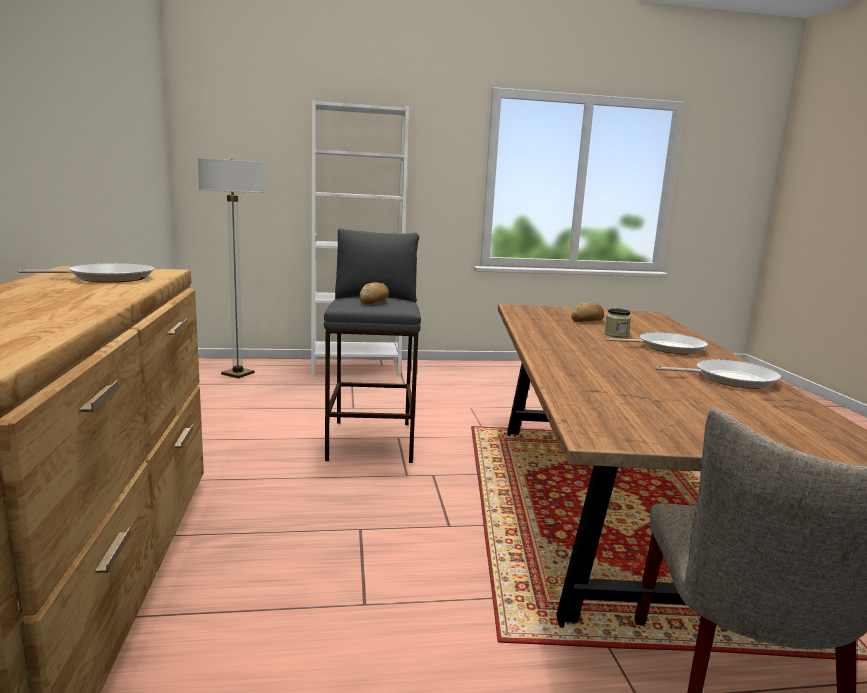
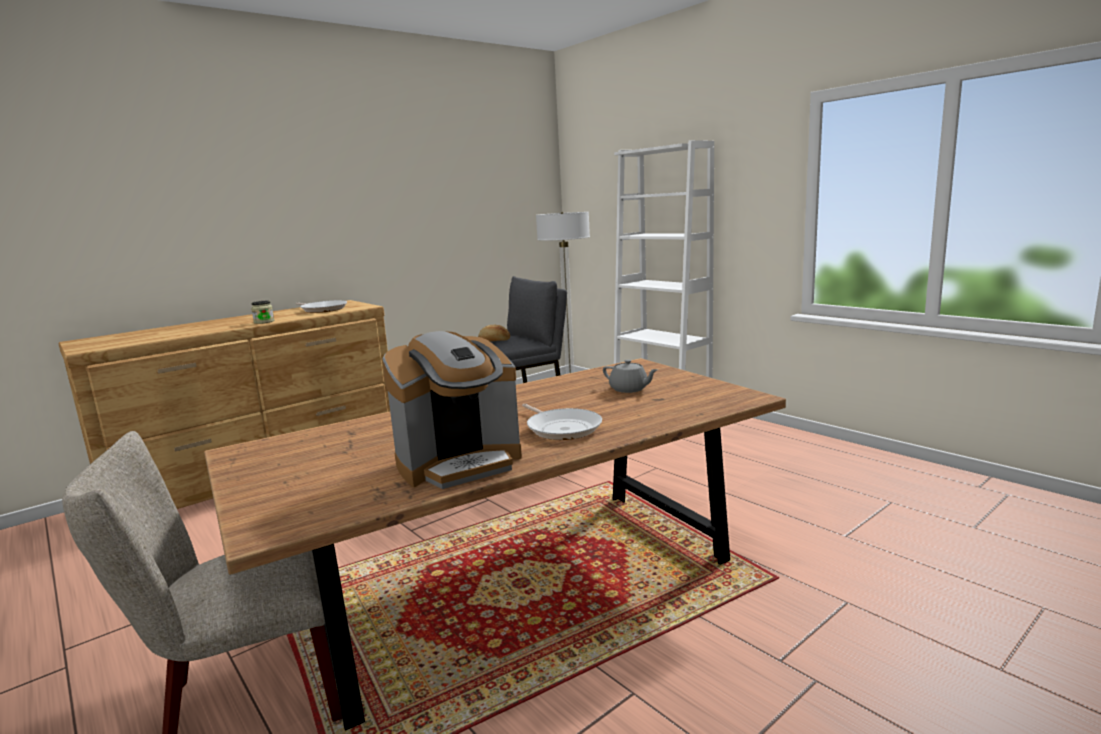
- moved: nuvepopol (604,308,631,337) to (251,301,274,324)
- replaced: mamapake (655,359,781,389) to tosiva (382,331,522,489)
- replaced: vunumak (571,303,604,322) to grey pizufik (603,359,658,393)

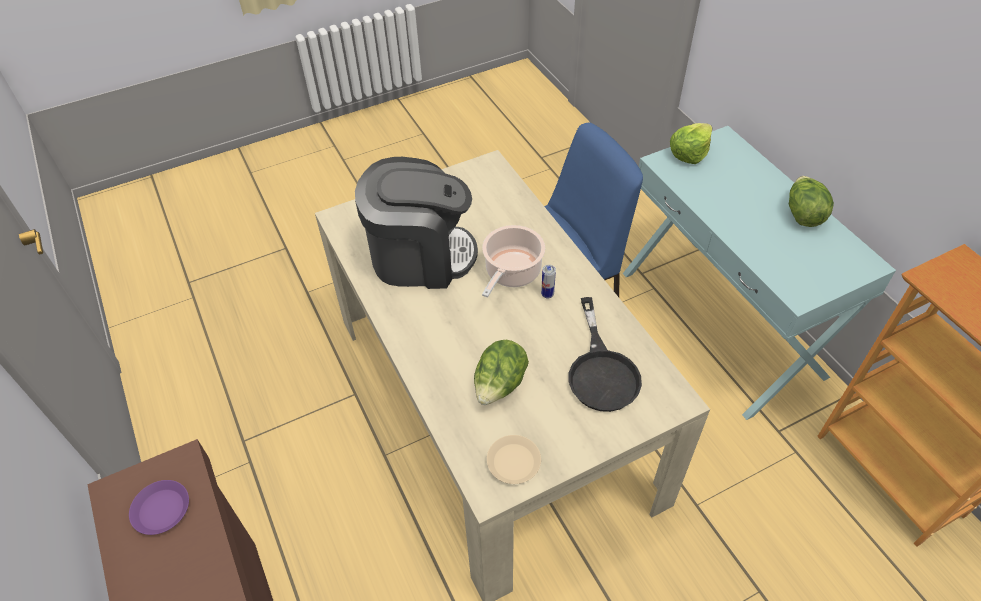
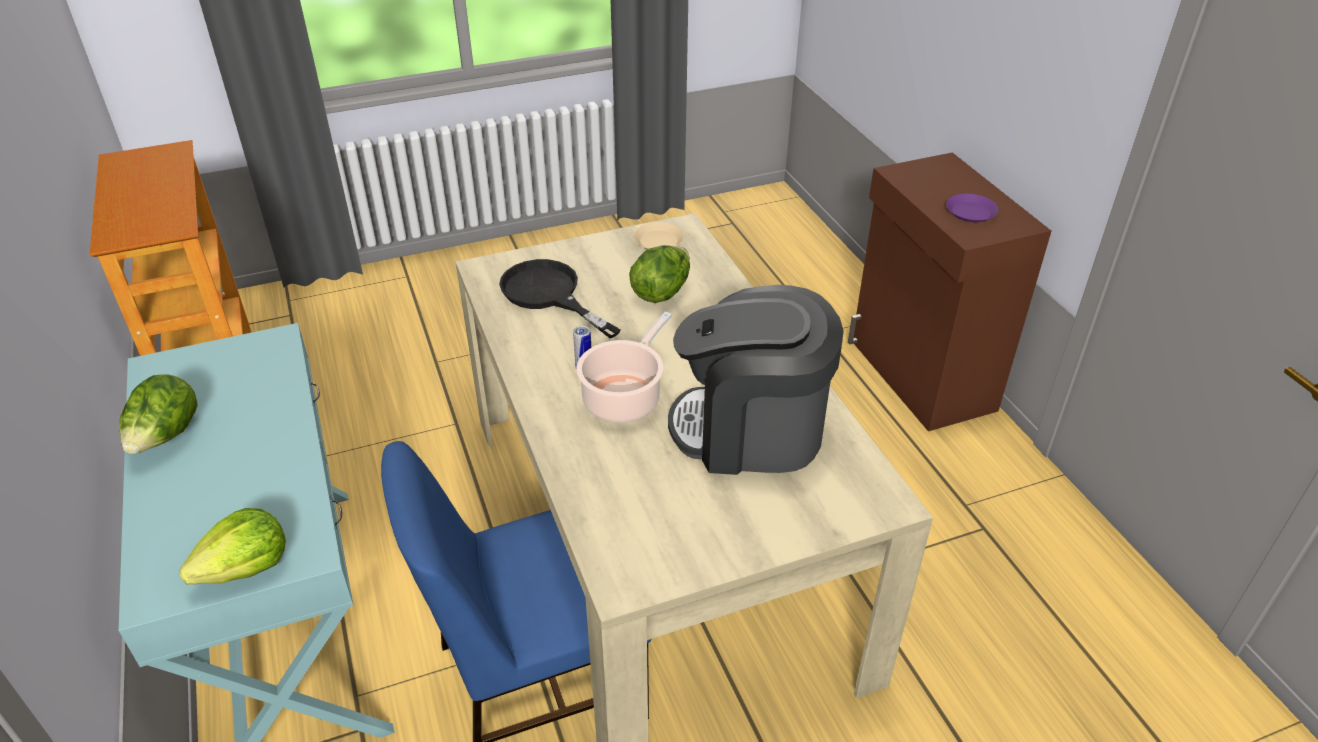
- turned: black mamapake (569,297,642,412) = (499,259,621,338) 45 degrees counterclockwise

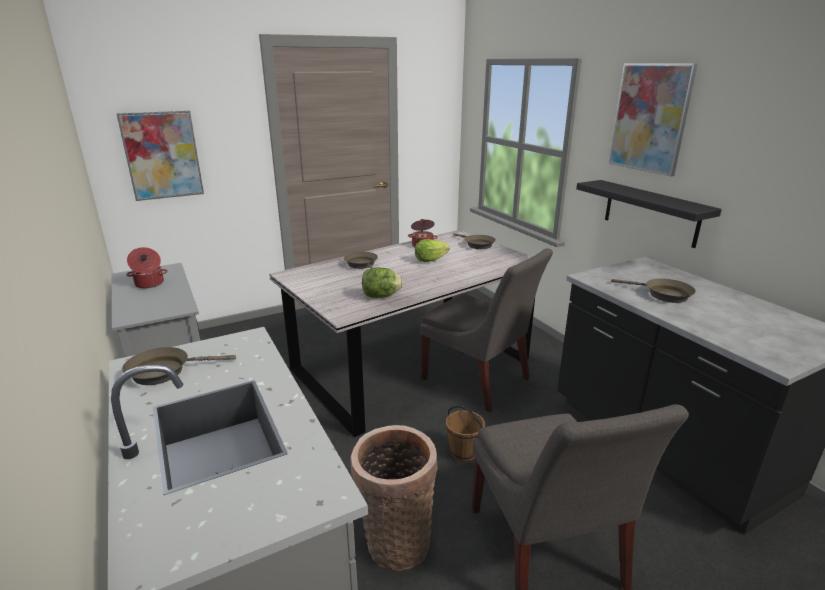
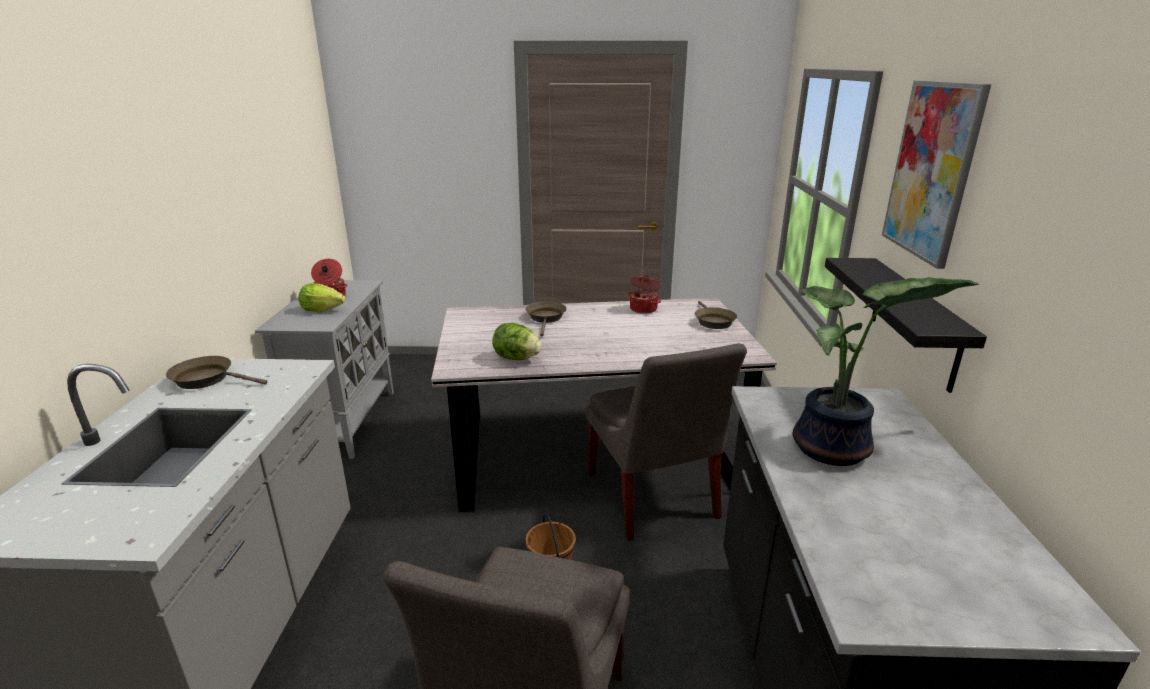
- moved: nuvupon (415,239,450,262) to (299,283,345,312)
- replaced: brown mamapake (611,279,696,303) to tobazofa (793,277,979,466)
- removed: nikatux (116,111,204,201)
- removed: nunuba (350,425,438,571)

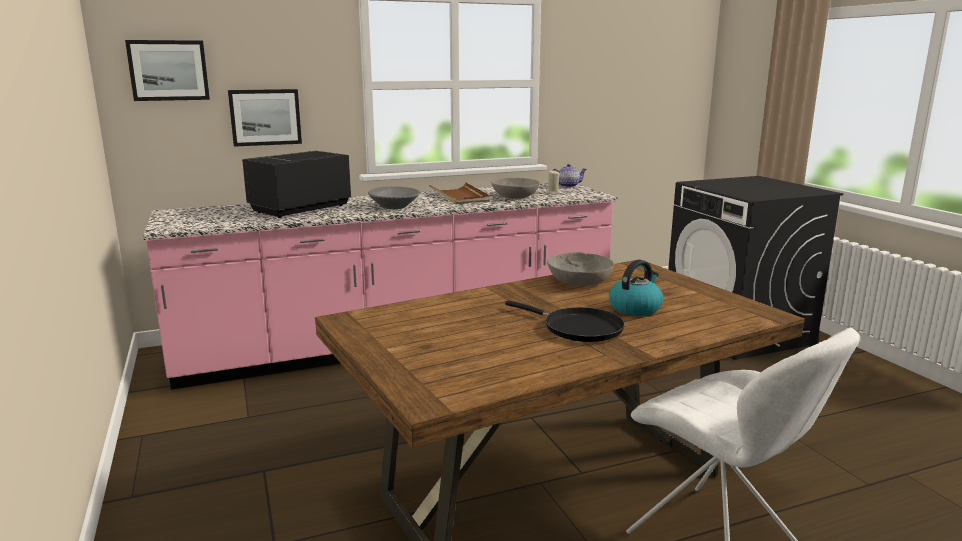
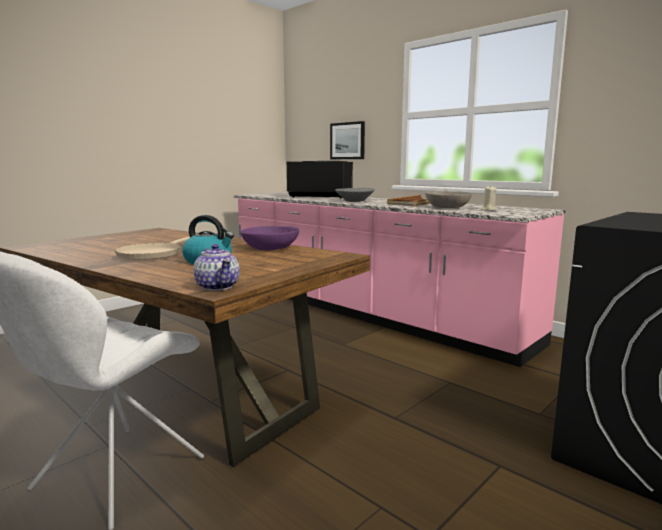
- recoloured: black mamapake (505,300,625,342) to beige mamapake (115,237,190,260)
- moved: pizufik (552,164,587,187) to (193,244,240,291)
- recoloured: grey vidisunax (547,252,614,286) to purple vidisunax (240,226,299,250)
- removed: nikatux (125,40,210,101)

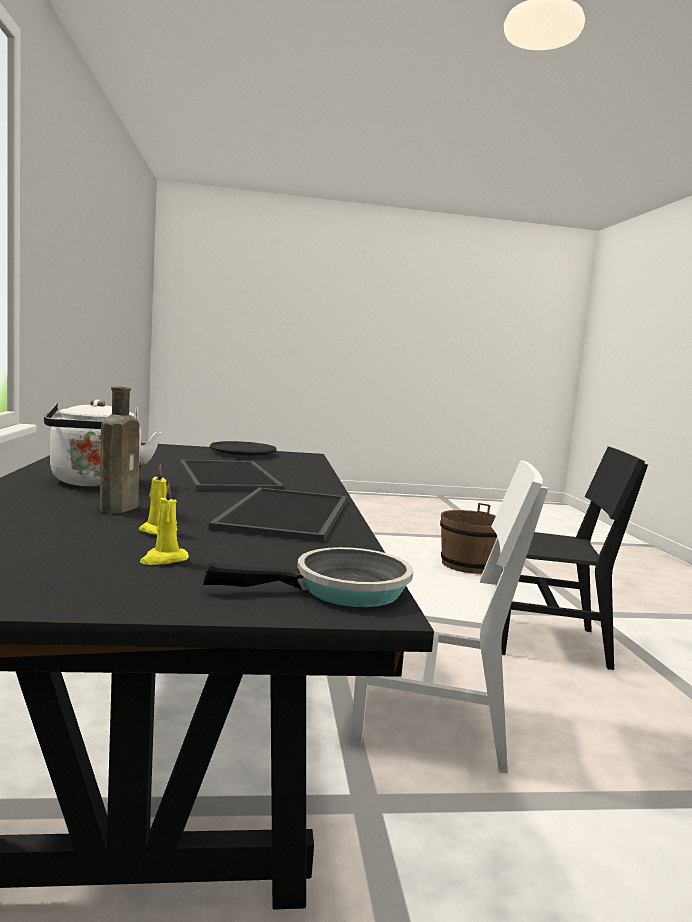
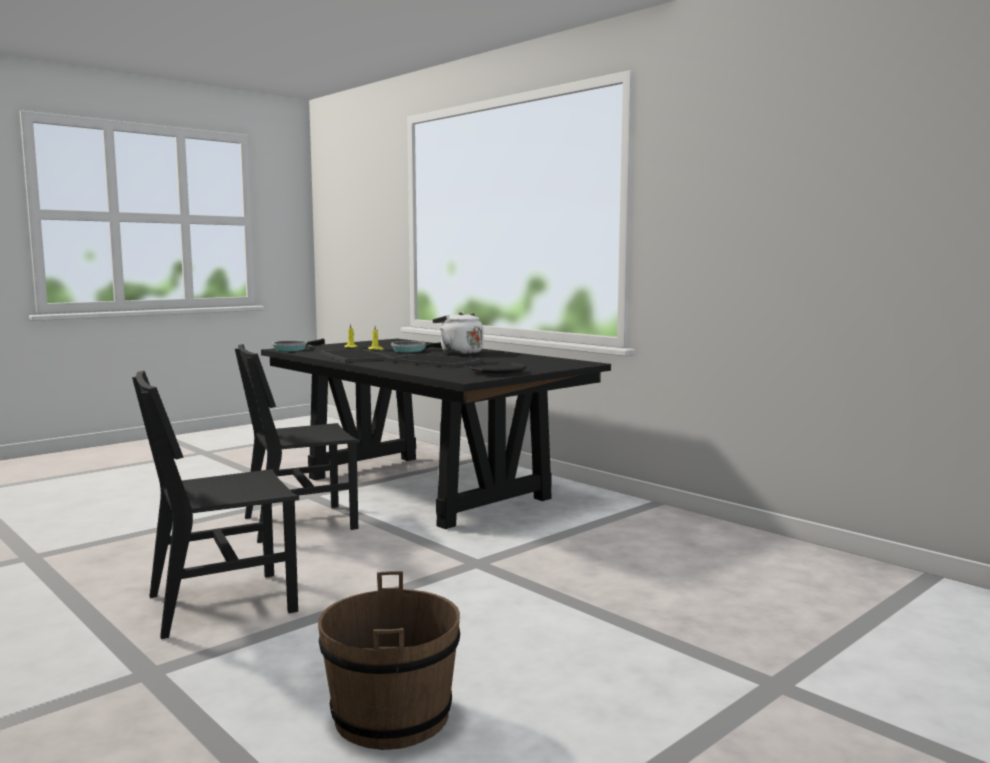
- recoloured: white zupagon (350,460,548,774) to black zupagon (235,344,360,543)
- replaced: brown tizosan (100,387,140,513) to mamapake (391,341,442,352)

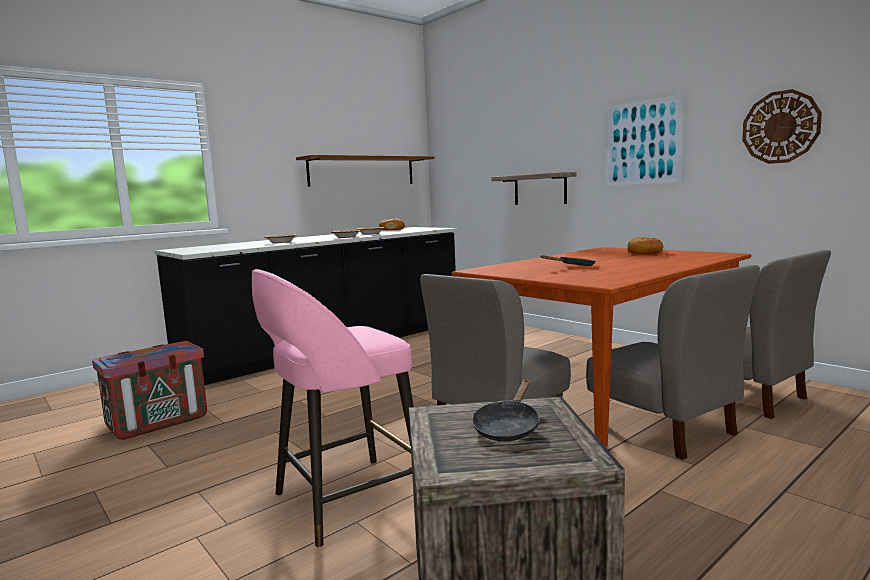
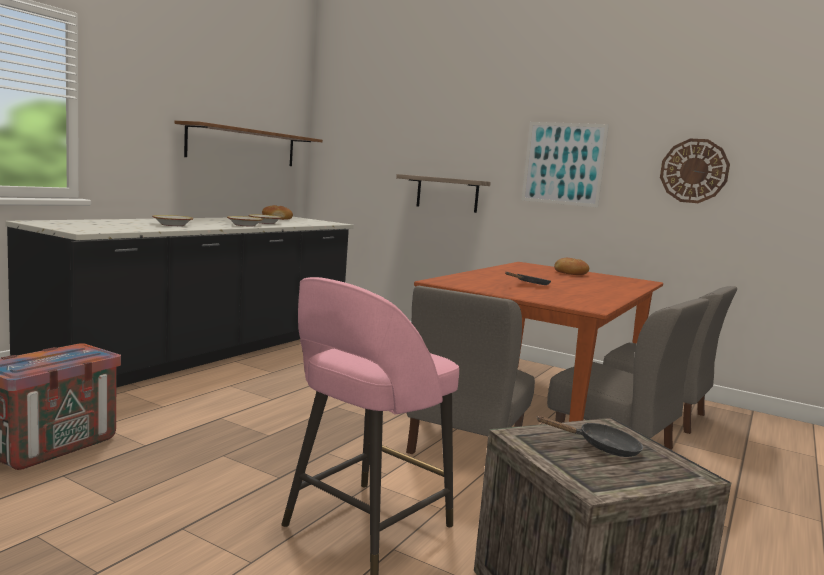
- turned: black mamapake (472,379,540,441) = (536,416,643,457) 90 degrees counterclockwise

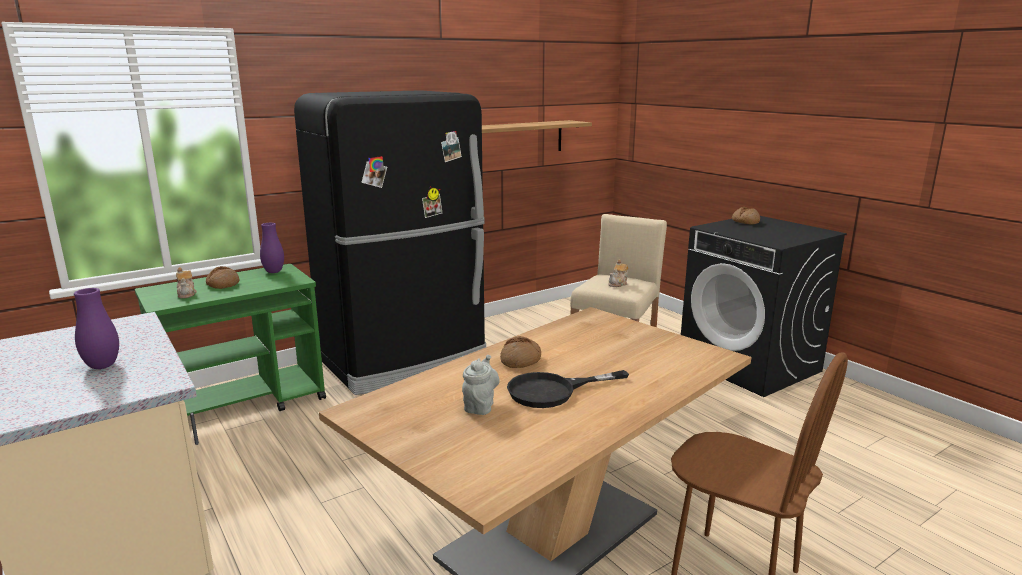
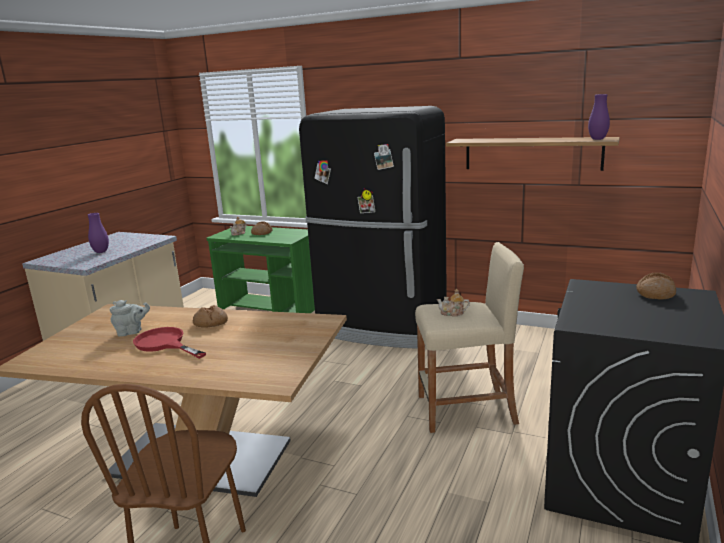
- recoloured: black mamapake (507,370,629,408) to red mamapake (133,327,206,359)
- moved: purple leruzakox (260,223,284,273) to (588,94,610,140)

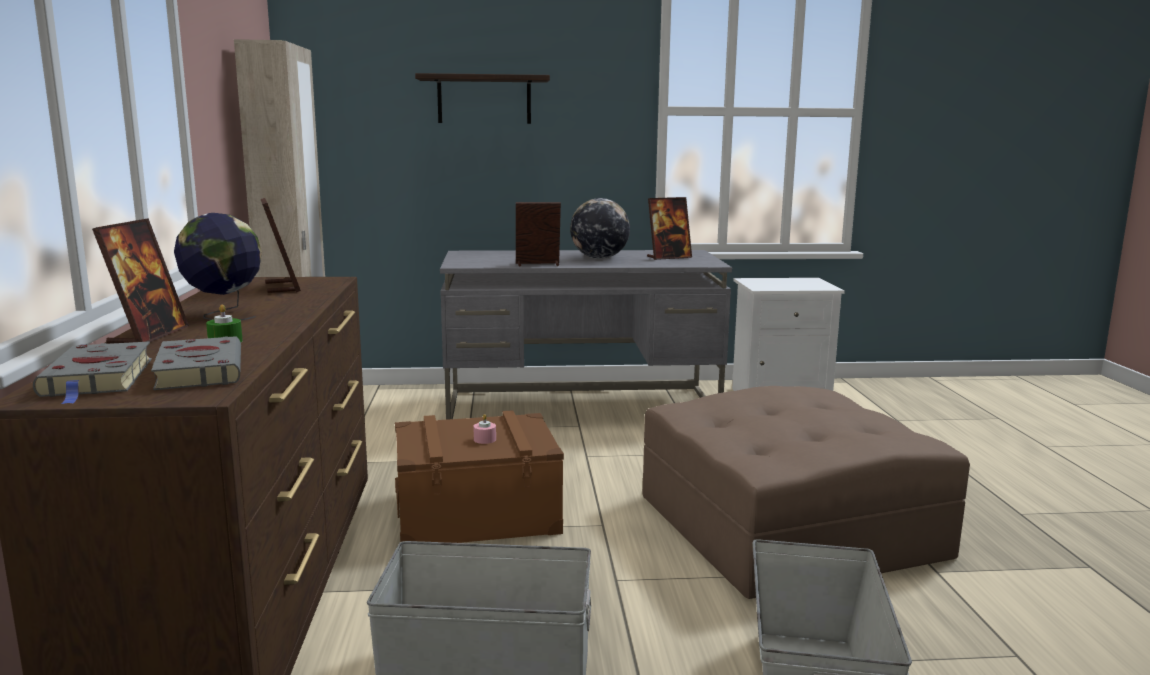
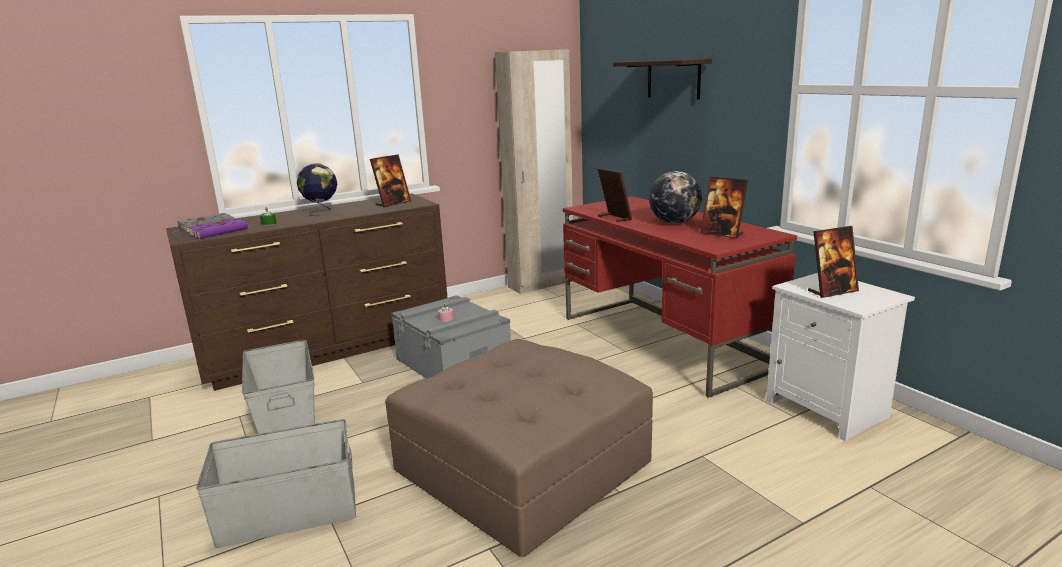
- recoloured: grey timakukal (151,336,241,390) to purple timakukal (187,218,251,239)
- recoloured: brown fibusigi (395,410,564,543) to grey fibusigi (391,295,511,379)
- recoloured: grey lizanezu (440,250,732,420) to red lizanezu (563,196,797,398)
- moved: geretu (92,218,189,343) to (808,226,859,298)

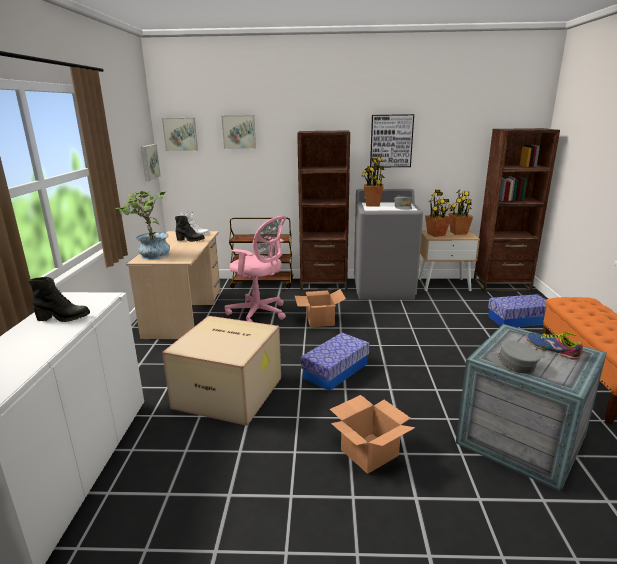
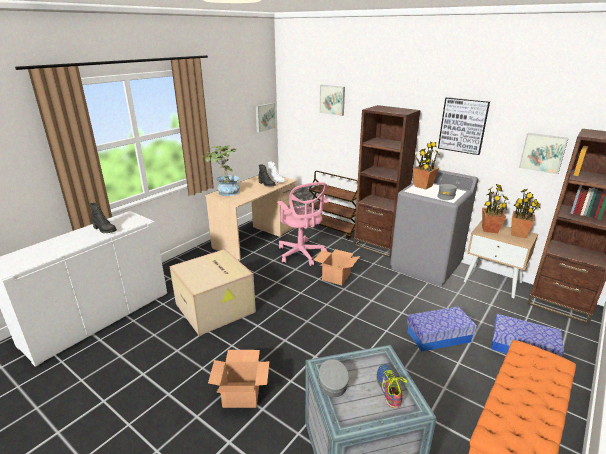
- moved: fibusigi (301,333,369,391) to (407,306,477,352)
- moved: nikatux (162,118,198,151) to (519,133,569,174)

